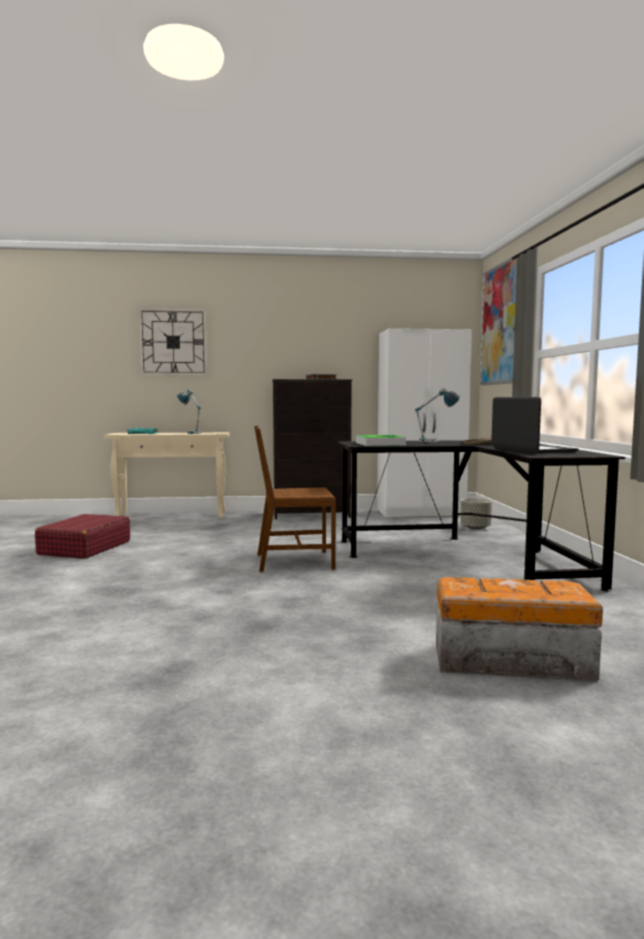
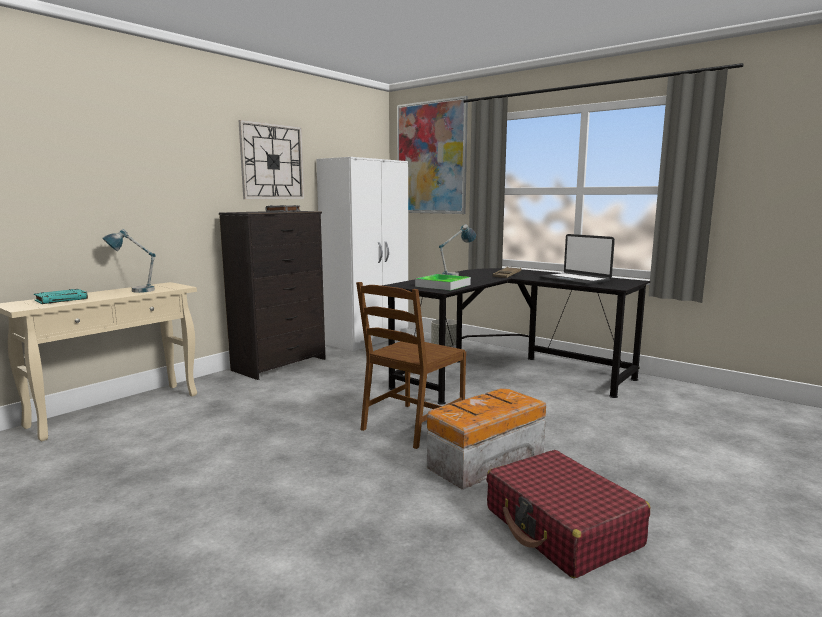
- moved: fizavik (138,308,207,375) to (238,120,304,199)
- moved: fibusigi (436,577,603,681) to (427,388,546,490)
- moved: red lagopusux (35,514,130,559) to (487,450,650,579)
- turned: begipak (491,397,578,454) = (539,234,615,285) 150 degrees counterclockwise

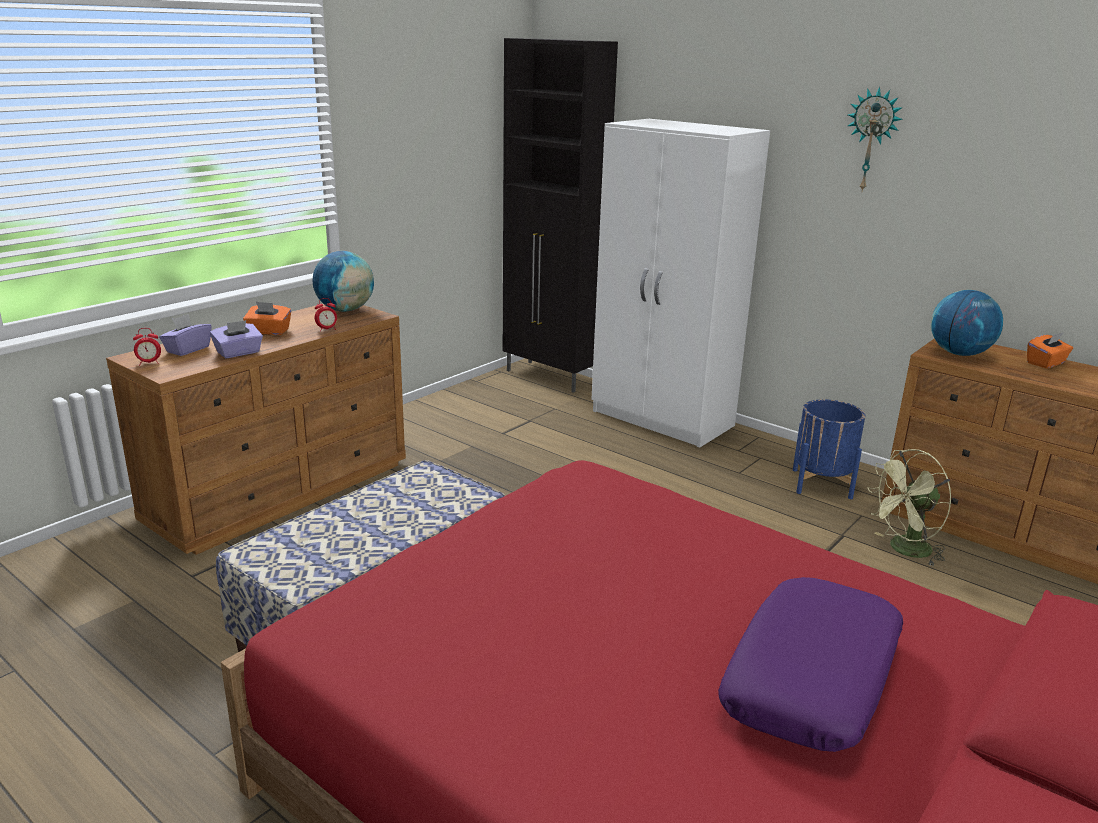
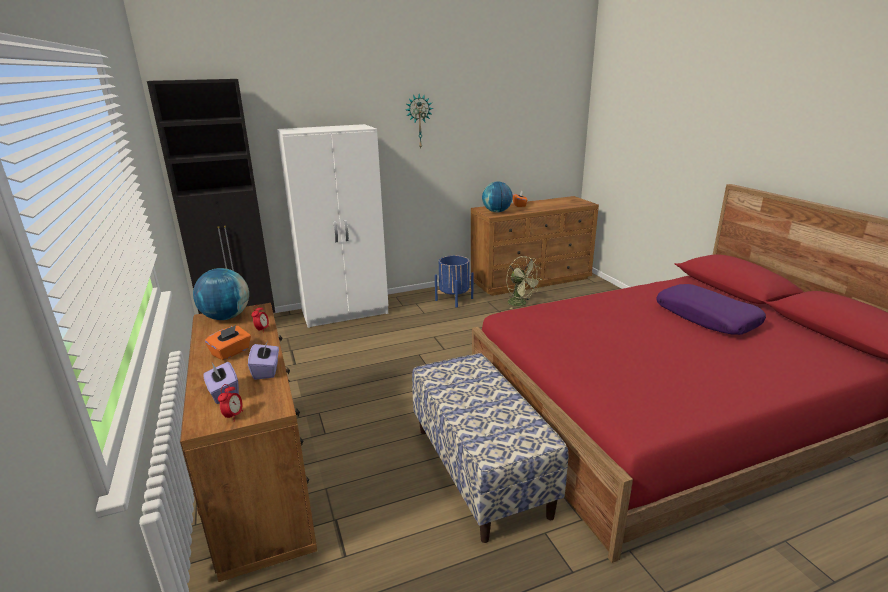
- turned: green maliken (867,449,951,565) = (507,256,541,309) 45 degrees counterclockwise

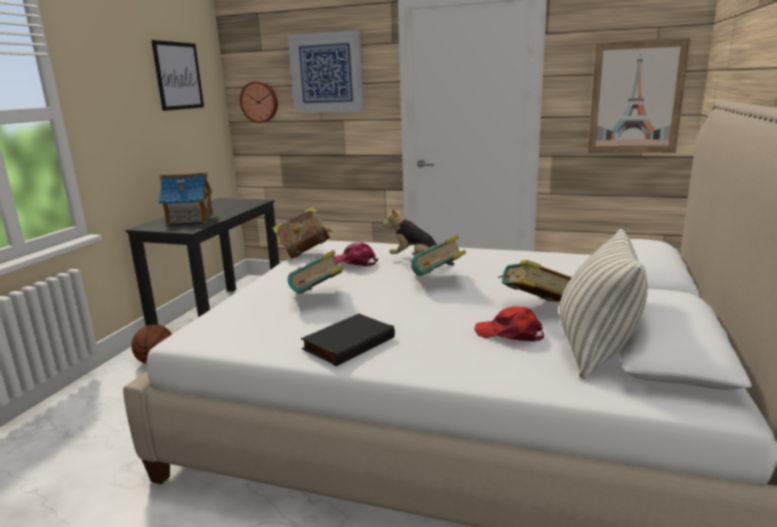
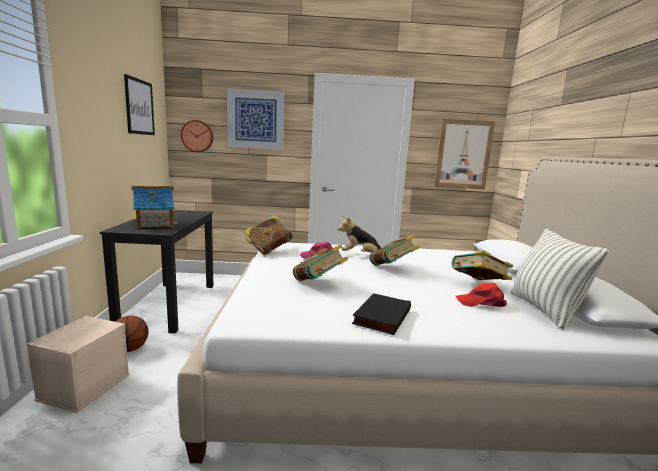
- added: beige fibusigi (26,316,129,413)

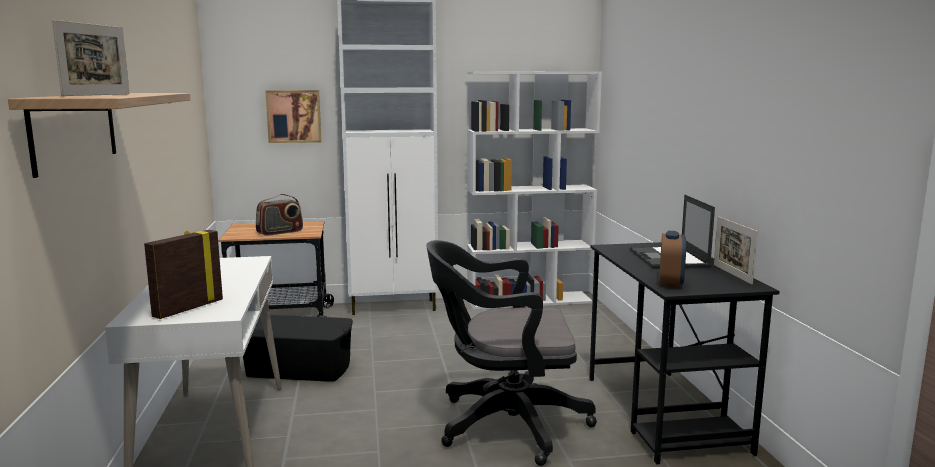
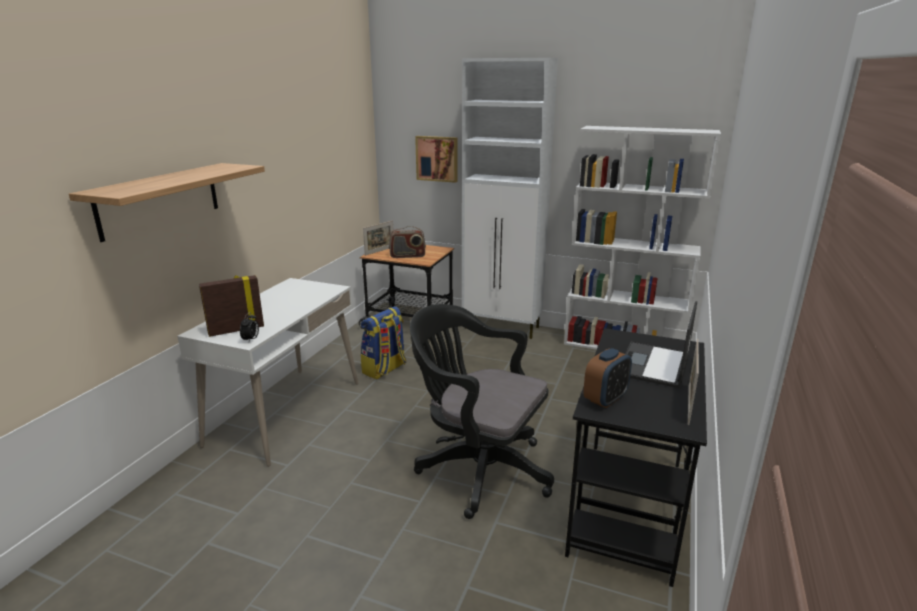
- added: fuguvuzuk (240,312,259,342)
- replaced: black fibusigi (243,315,353,382) to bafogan (361,306,406,379)
- moved: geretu (52,20,129,96) to (363,220,393,256)

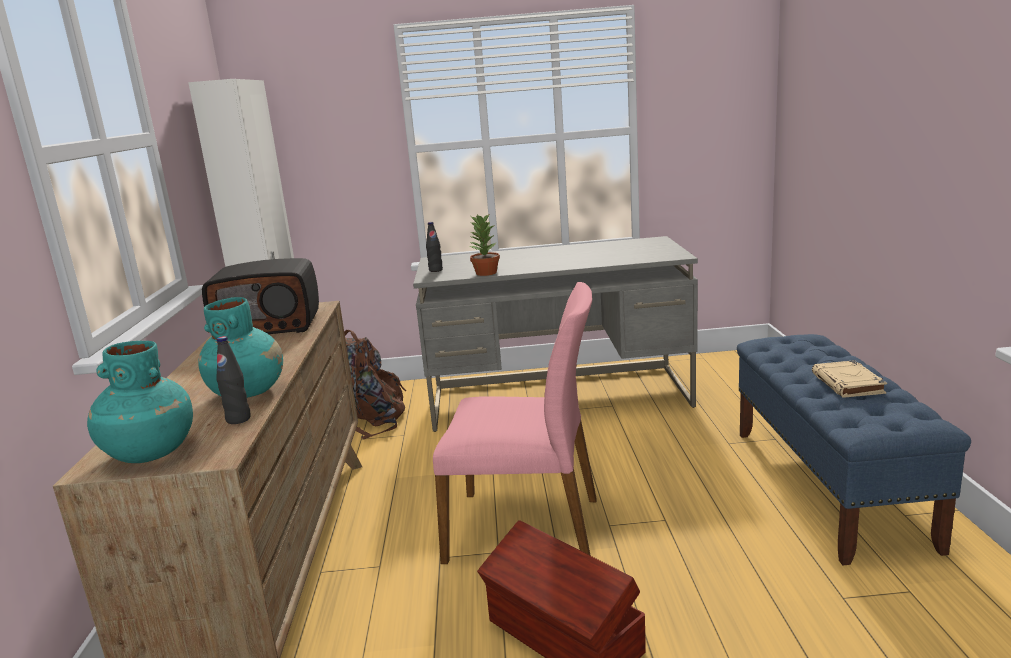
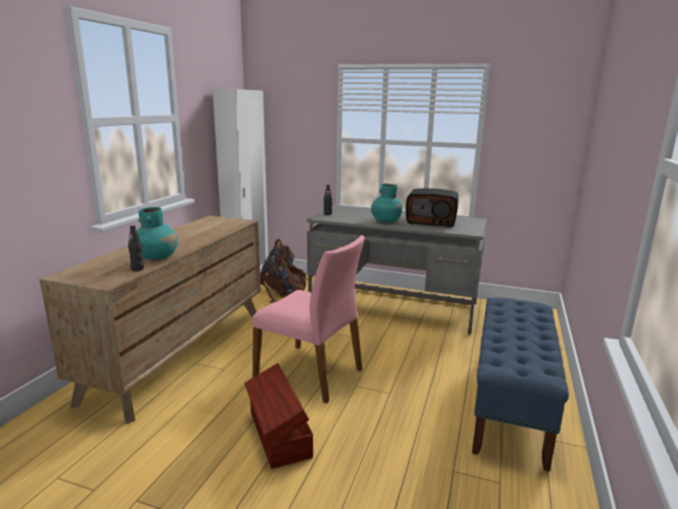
- moved: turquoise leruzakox (87,341,193,463) to (371,183,402,223)
- moved: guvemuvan (202,258,319,334) to (406,188,459,227)
- removed: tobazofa (469,213,500,276)
- removed: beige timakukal (812,360,887,398)

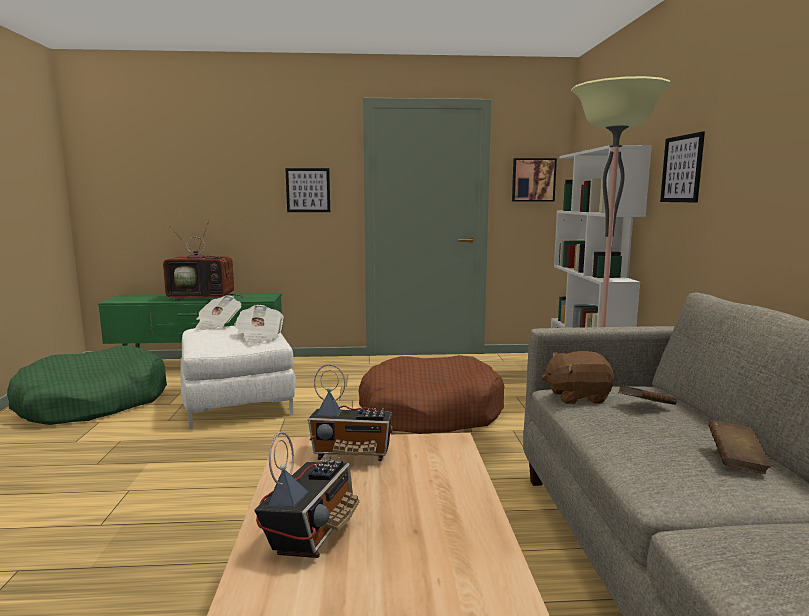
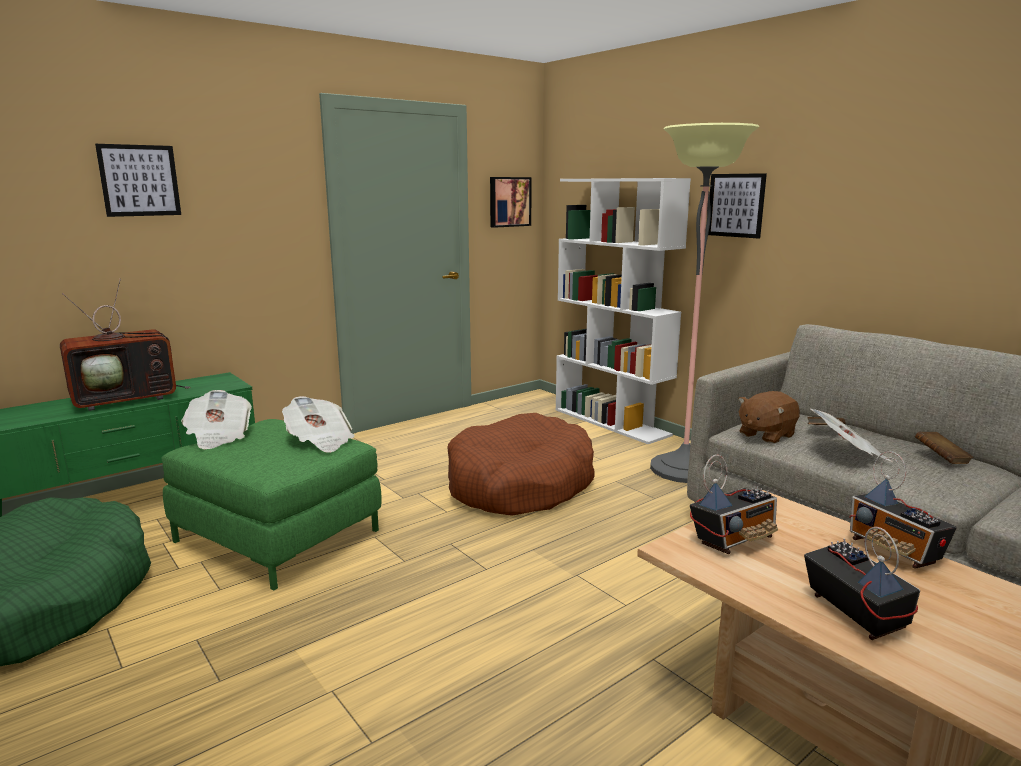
- moved: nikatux (285,168,330,212) to (95,144,181,217)
- recoloured: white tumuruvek (180,326,296,429) to green tumuruvek (161,419,382,591)
- added: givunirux (809,408,893,462)
- added: guvemuvan (849,451,957,569)

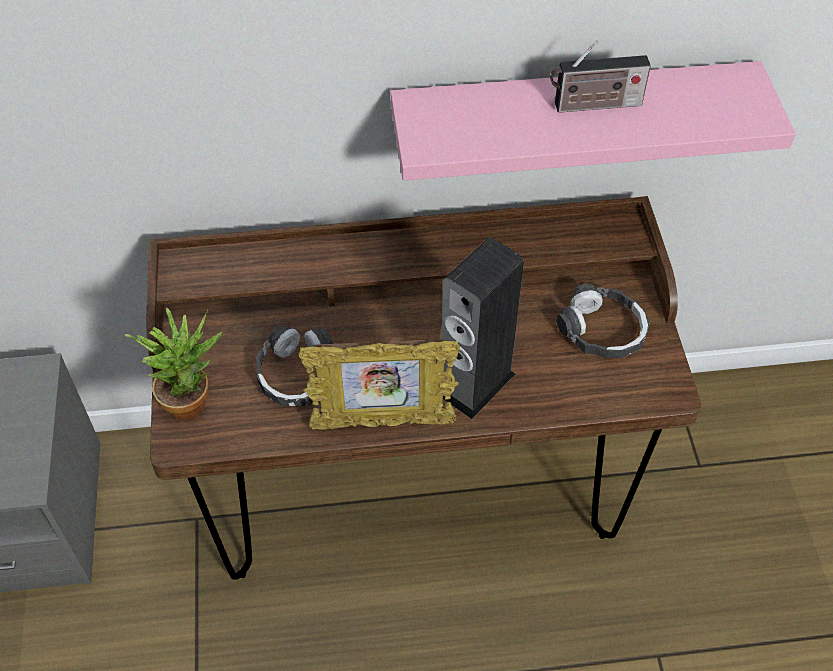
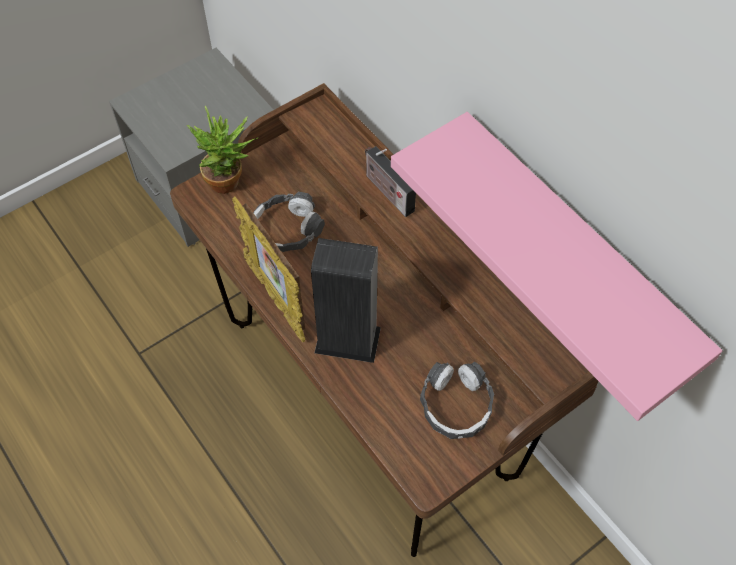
- moved: guvemuvan (550,40,651,113) to (365,146,416,217)

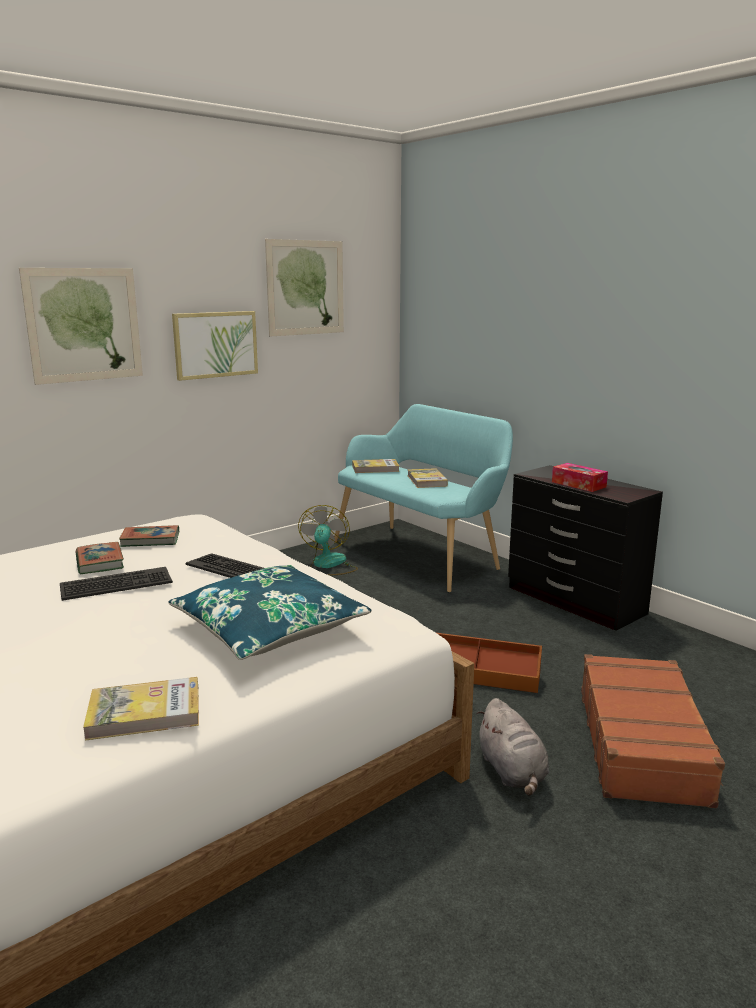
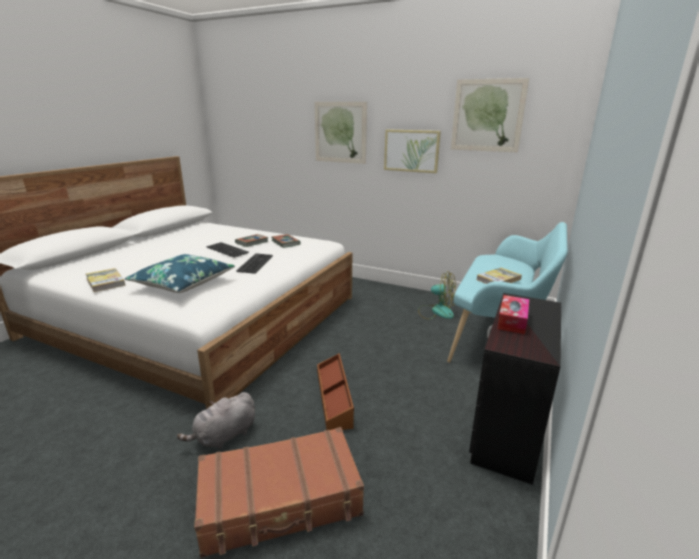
- turned: maliken (298,505,358,576) = (418,271,456,319) 45 degrees clockwise
- removed: timakukal (352,459,399,473)

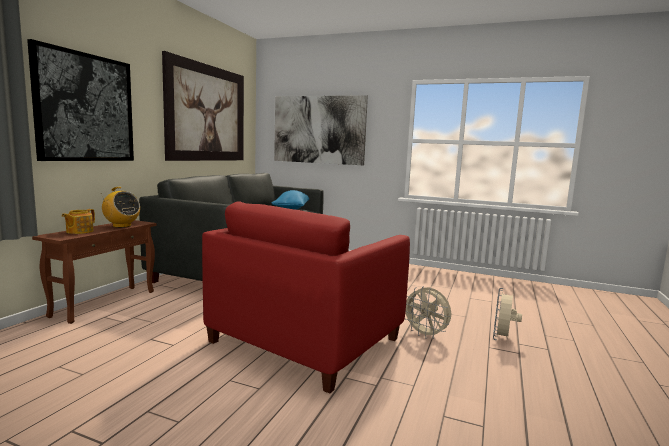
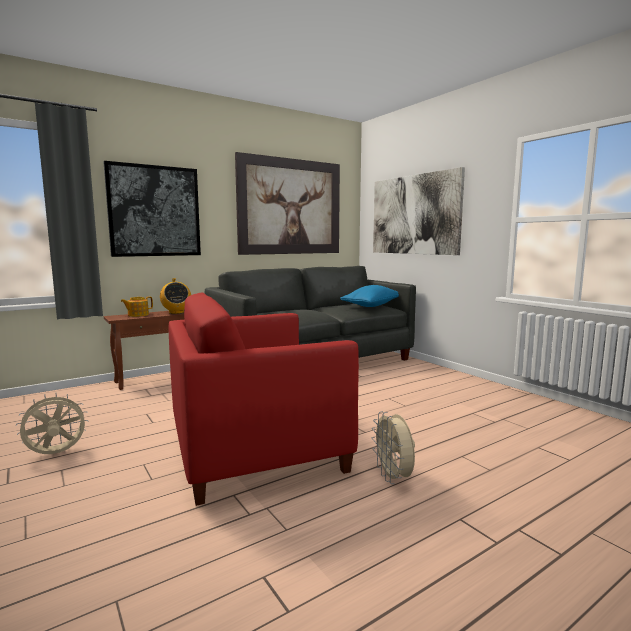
- moved: beige maliken (493,288,522,340) to (16,393,88,454)

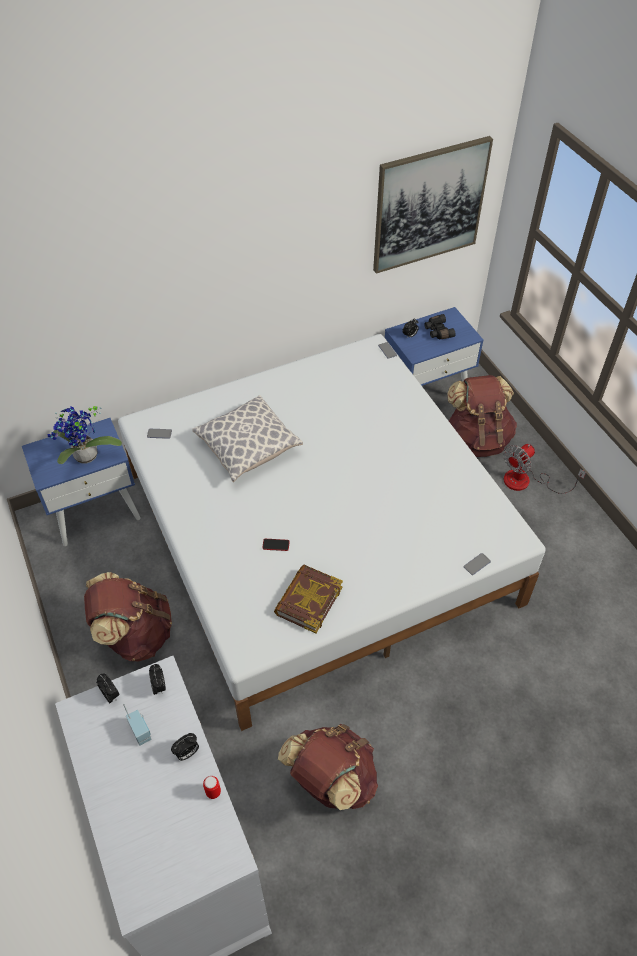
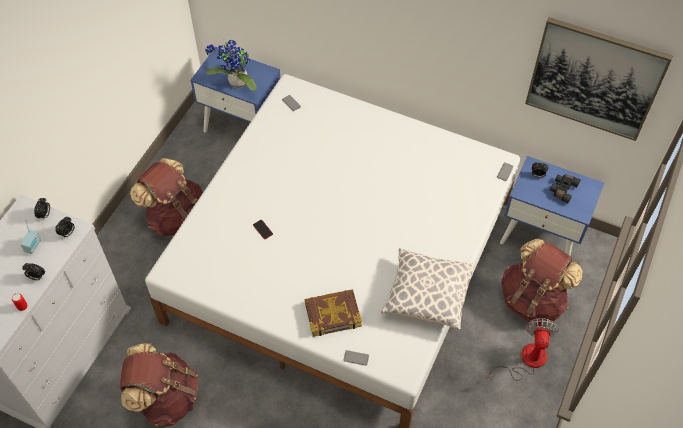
- moved: timakukal (274,565,343,633) to (305,289,362,337)
- moved: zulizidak (192,395,303,482) to (381,248,475,331)
- turned: maliken (503,444,586,494) = (485,318,559,381) 90 degrees clockwise

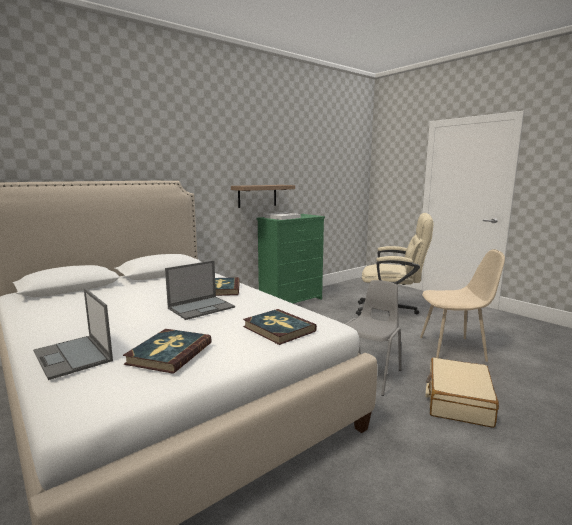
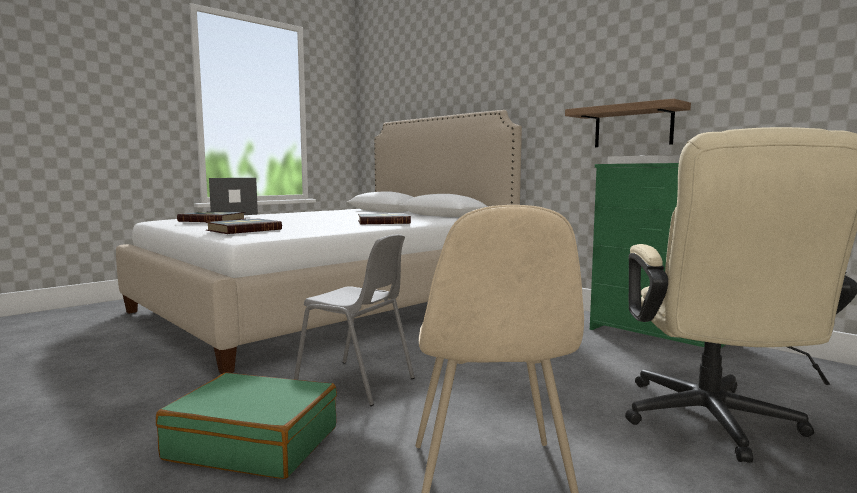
- recoloured: beige lagopusux (425,357,499,428) to green lagopusux (156,372,337,479)
- removed: begipak (165,261,235,320)

